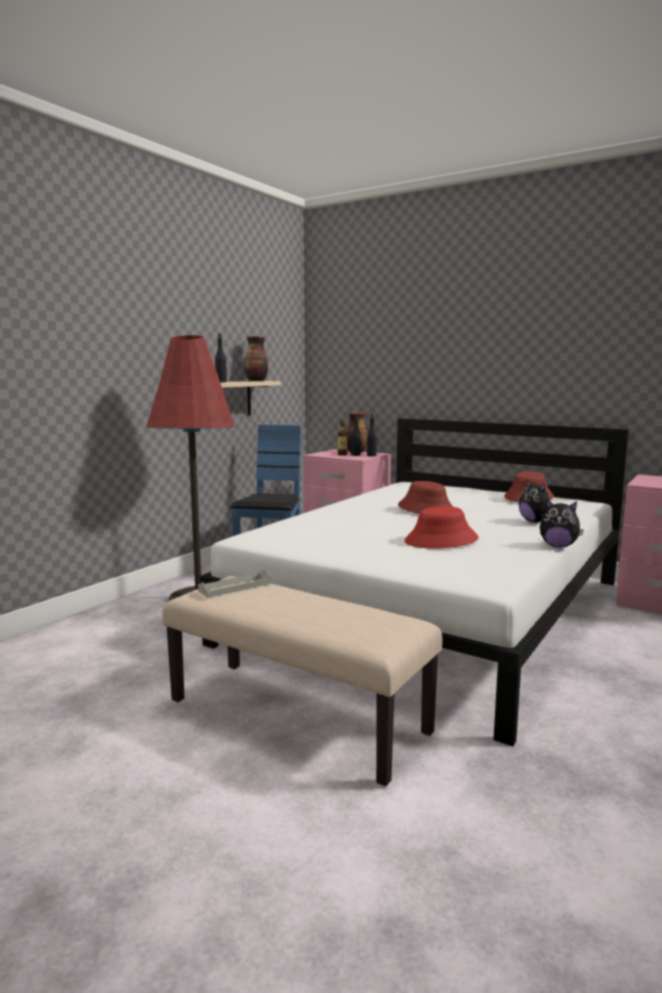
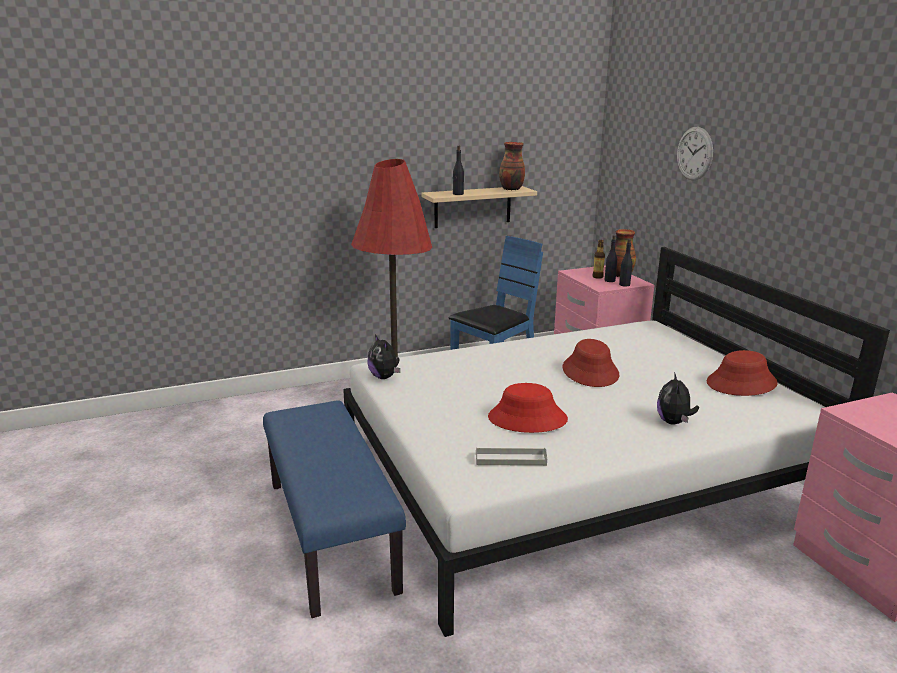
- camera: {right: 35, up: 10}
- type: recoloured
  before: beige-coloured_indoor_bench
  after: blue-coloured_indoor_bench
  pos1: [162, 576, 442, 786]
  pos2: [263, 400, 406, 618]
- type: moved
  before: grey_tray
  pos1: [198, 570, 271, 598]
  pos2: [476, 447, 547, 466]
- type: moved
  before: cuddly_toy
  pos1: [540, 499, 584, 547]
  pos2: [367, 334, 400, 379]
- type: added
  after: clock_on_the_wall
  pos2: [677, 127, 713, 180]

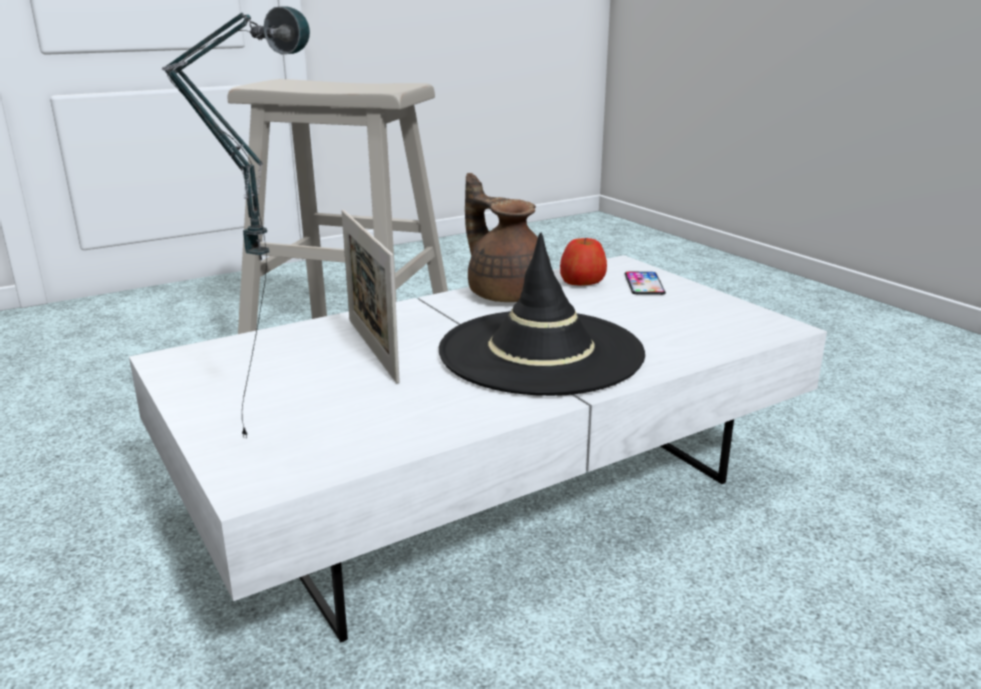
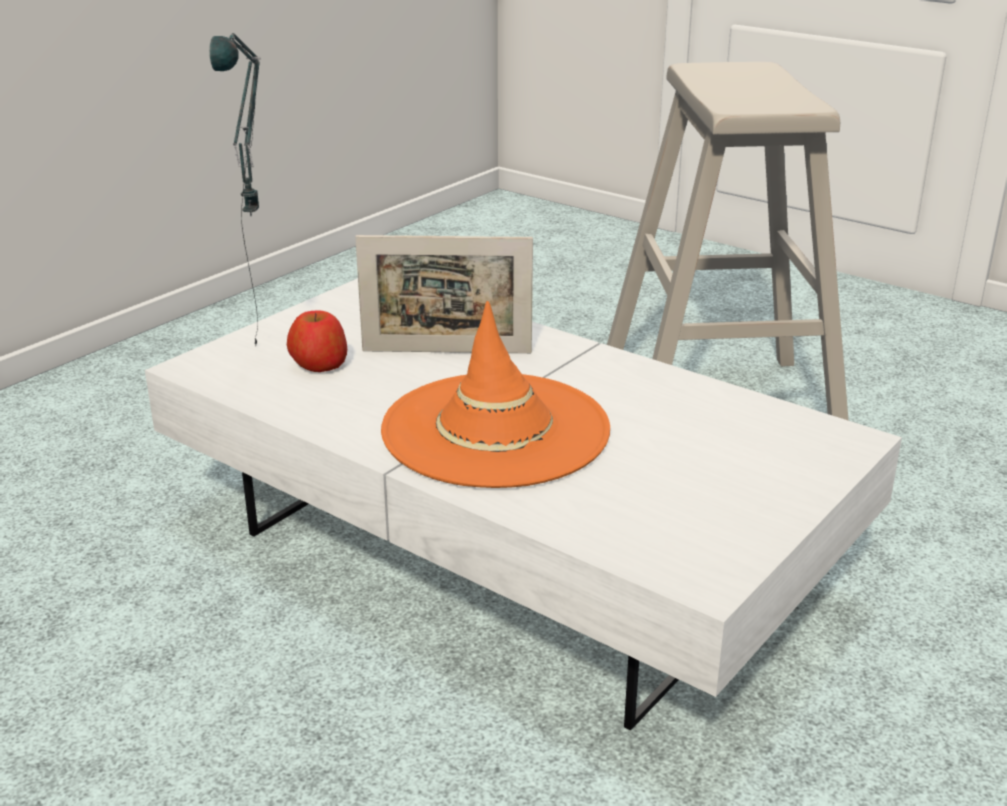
- camera: {right: 70, up: 5}
- type: turned
  before: picture_frame
  pos1: [342, 210, 400, 383]
  pos2: [355, 235, 533, 353]
  turn: -135
- type: recoloured
  before: black_clothing_hat
  after: orange_clothing_hat
  pos1: [439, 232, 645, 396]
  pos2: [381, 301, 610, 488]
- type: removed
  before: brown-coloured_teapot
  pos1: [465, 173, 551, 302]
- type: moved
  before: apple
  pos1: [560, 238, 607, 286]
  pos2: [287, 311, 347, 372]
- type: removed
  before: phone
  pos1: [625, 272, 666, 295]

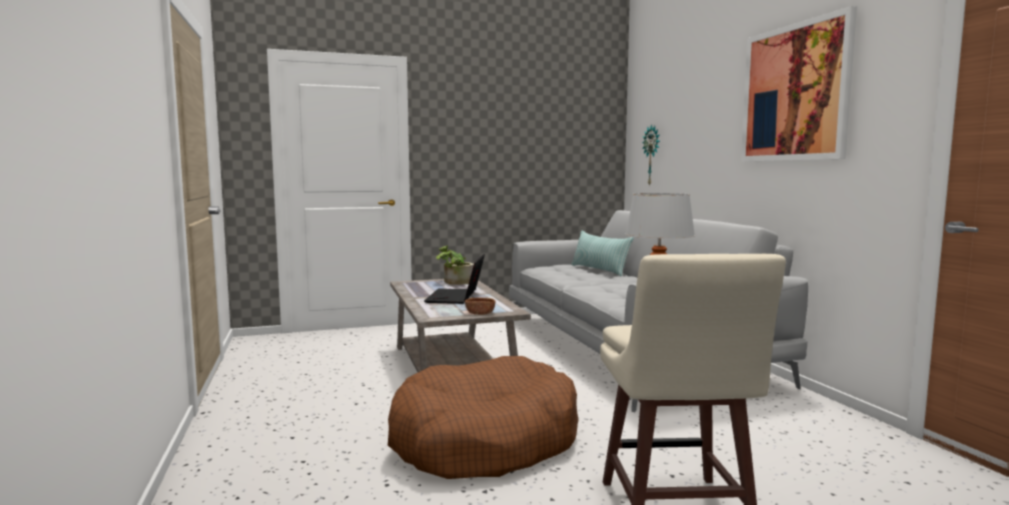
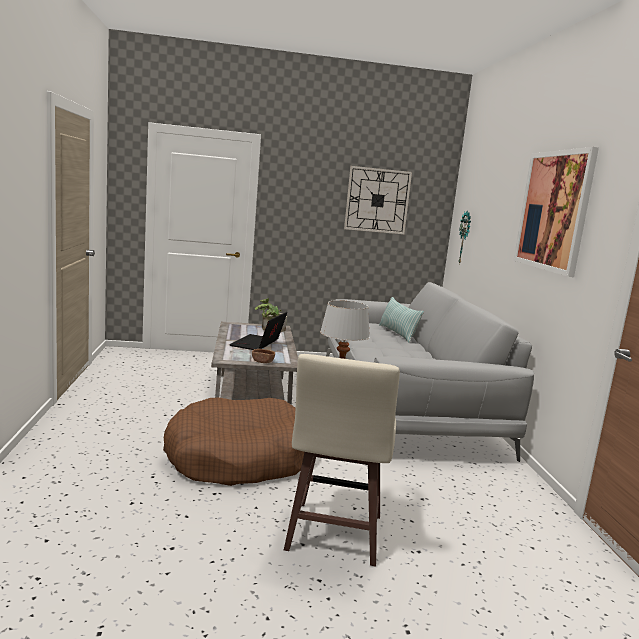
- camera: {right: 10, up: 5}
- type: added
  after: clock_on_the_wall
  pos2: [344, 166, 412, 234]

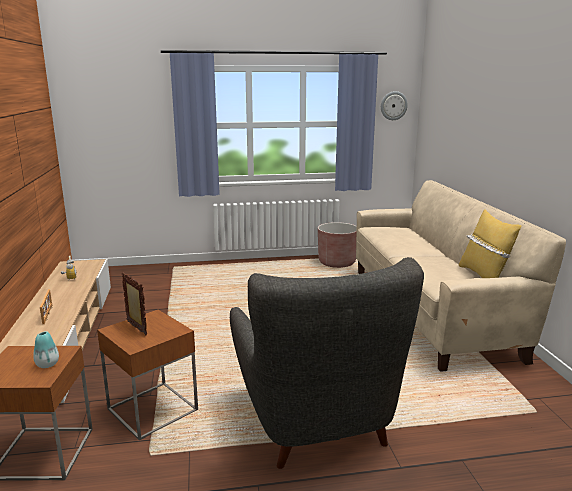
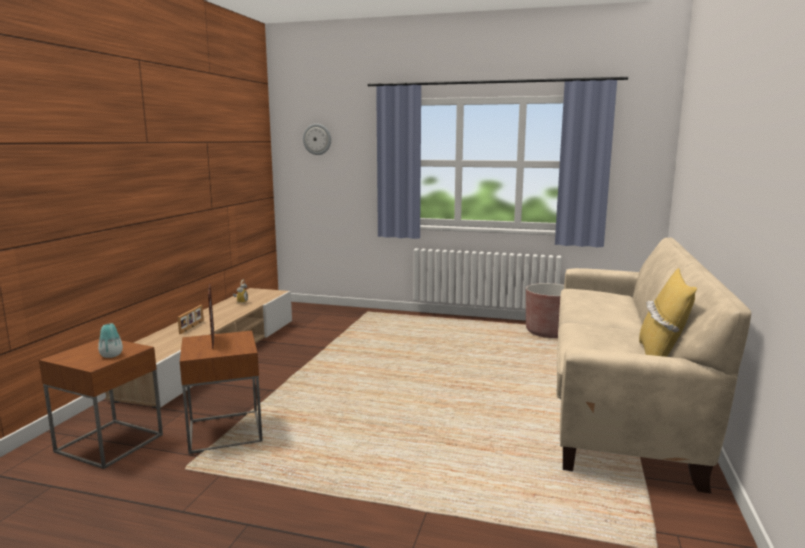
- camera: {right: 25, up: -5}
- type: removed
  before: grey_armchair
  pos1: [230, 257, 424, 469]
- type: moved
  before: clock_on_the_wall
  pos1: [381, 91, 408, 120]
  pos2: [303, 123, 331, 155]

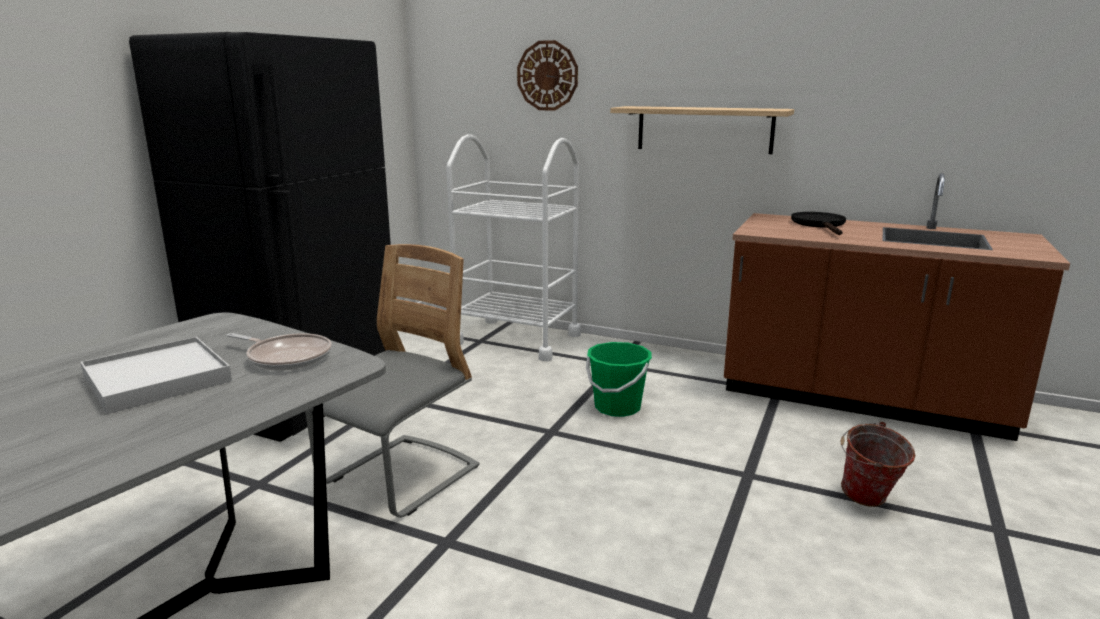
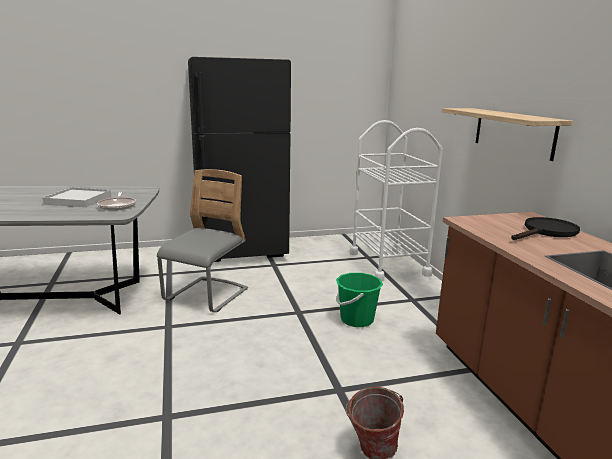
- camera: {right: 50, up: 0}
- type: turned
  before: grey_chair
  pos1: [305, 244, 480, 518]
  pos2: [157, 169, 248, 312]
  turn: -60
- type: removed
  before: clock_on_the_wall
  pos1: [517, 40, 578, 111]

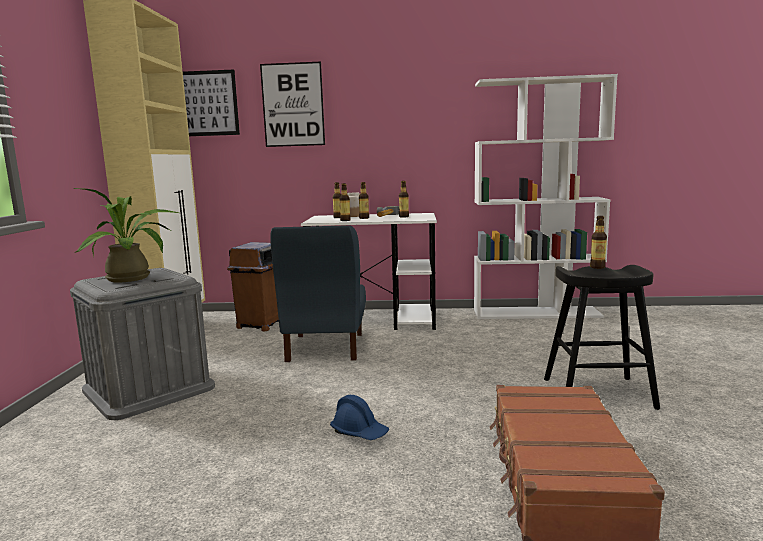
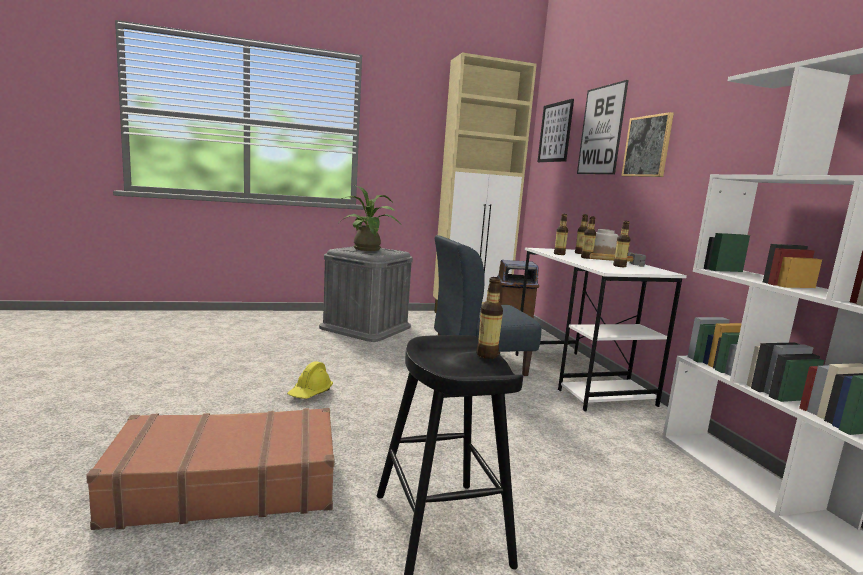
- camera: {right: 70, up: 0}
- type: recoloured
  before: blue-coloured_hard_hat
  after: yellowish_hard_hat
  pos1: [330, 395, 389, 440]
  pos2: [287, 361, 333, 399]
- type: added
  after: wall_art
  pos2: [621, 112, 674, 177]

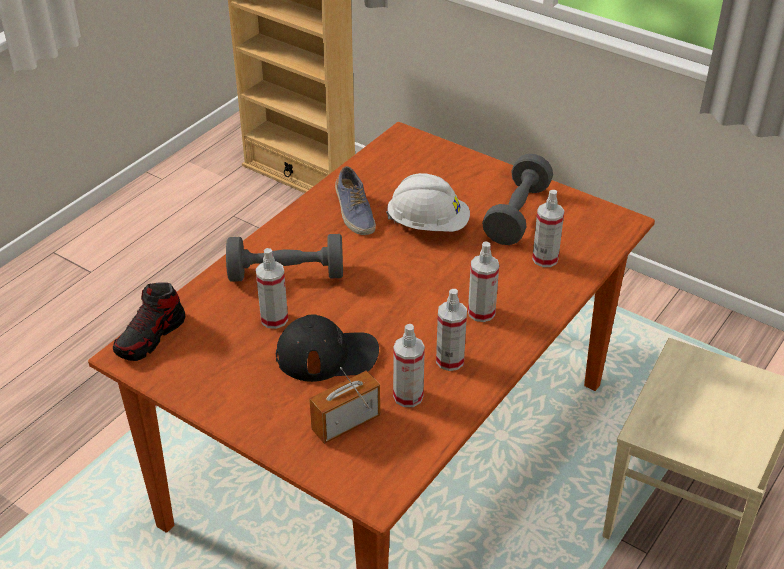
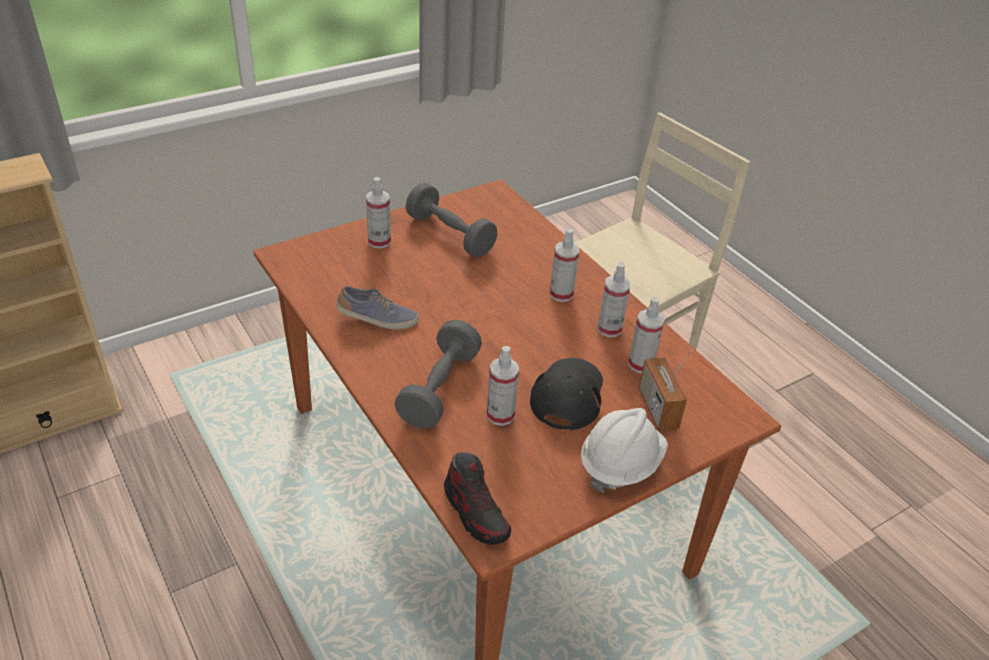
- camera: {right: -70, up: 0}
- type: moved
  before: whitish_hard_hat
  pos1: [386, 173, 470, 232]
  pos2: [581, 408, 668, 493]
- type: moved
  before: hand_sprayer
  pos1: [532, 190, 564, 267]
  pos2: [366, 177, 391, 249]

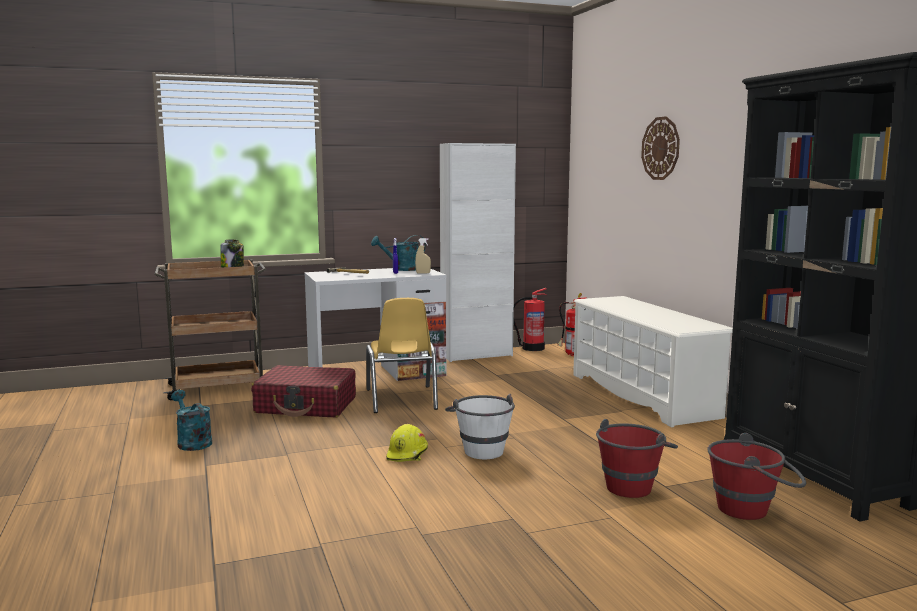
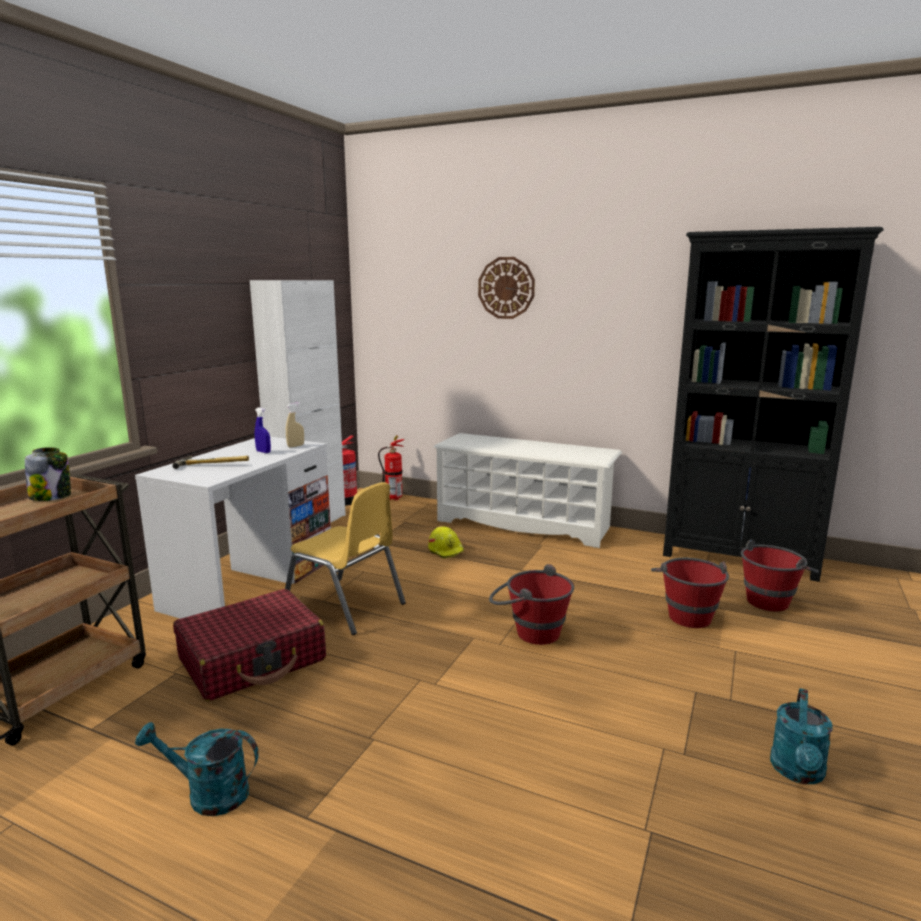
- camera: {right: -45, up: 5}
- type: moved
  before: turquoise_watering_can
  pos1: [371, 235, 426, 271]
  pos2: [770, 688, 833, 784]
- type: moved
  before: yellowish_hard_hat
  pos1: [386, 424, 428, 462]
  pos2: [428, 526, 464, 558]
- type: recoloured
  before: whitish_bucket
  after: red_bucket
  pos1: [445, 394, 515, 459]
  pos2: [489, 564, 574, 645]

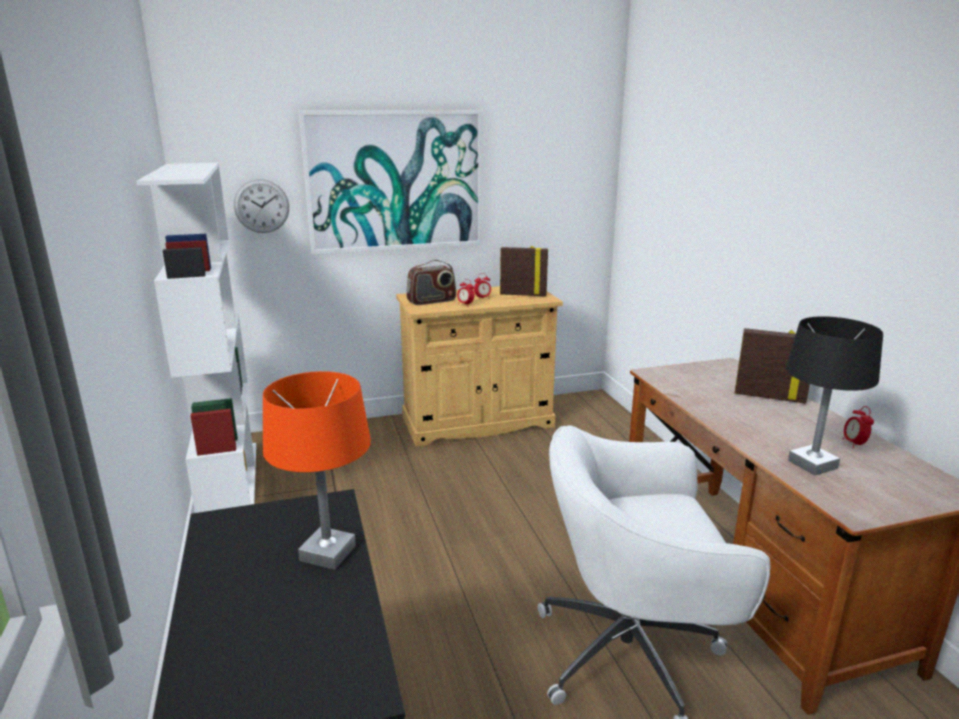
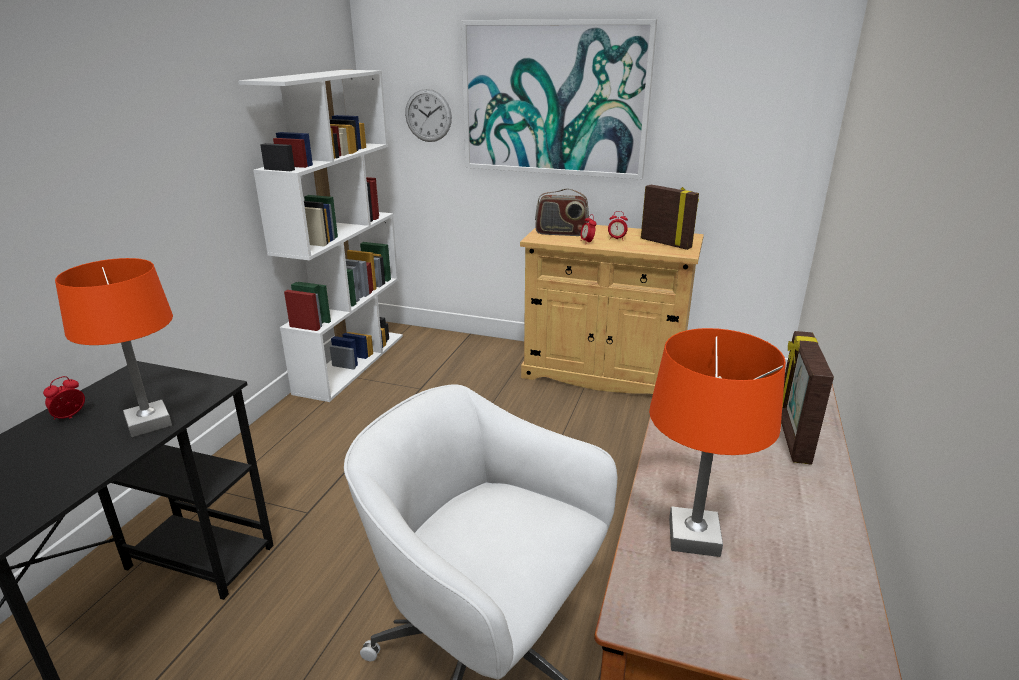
- camera: {right: 35, up: 5}
- type: turned
  before: picture_frame
  pos1: [735, 328, 810, 404]
  pos2: [781, 331, 834, 465]
  turn: -135
- type: recoloured
  before: black_tabletop_lamp
  after: orange_tabletop_lamp
  pos1: [786, 316, 883, 476]
  pos2: [649, 328, 786, 557]
- type: moved
  before: alarm_clock
  pos1: [843, 406, 874, 448]
  pos2: [43, 376, 85, 420]

